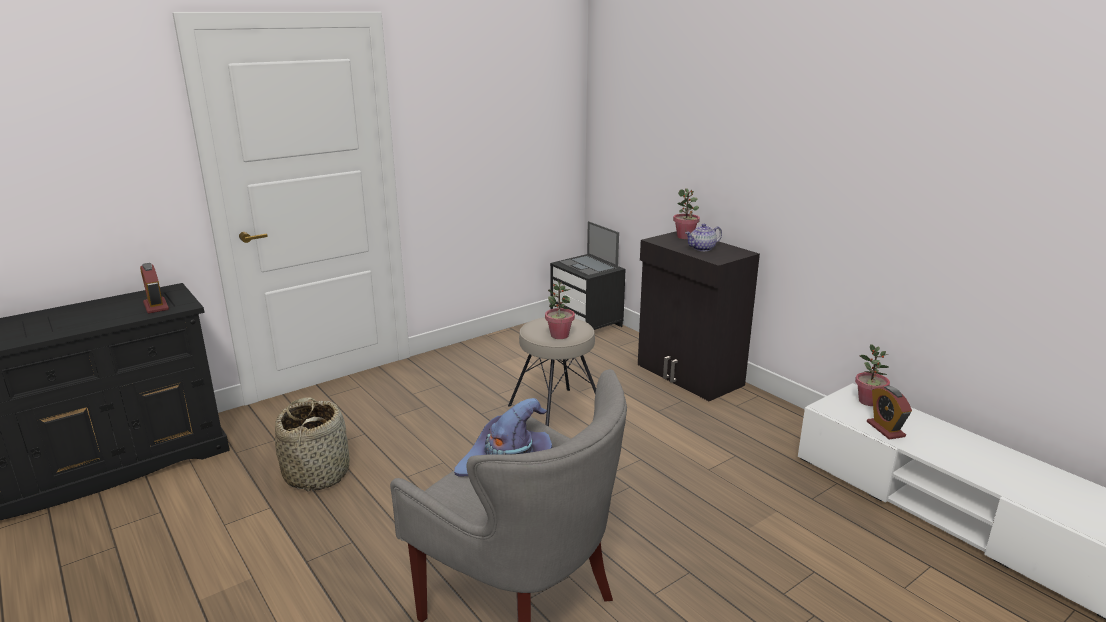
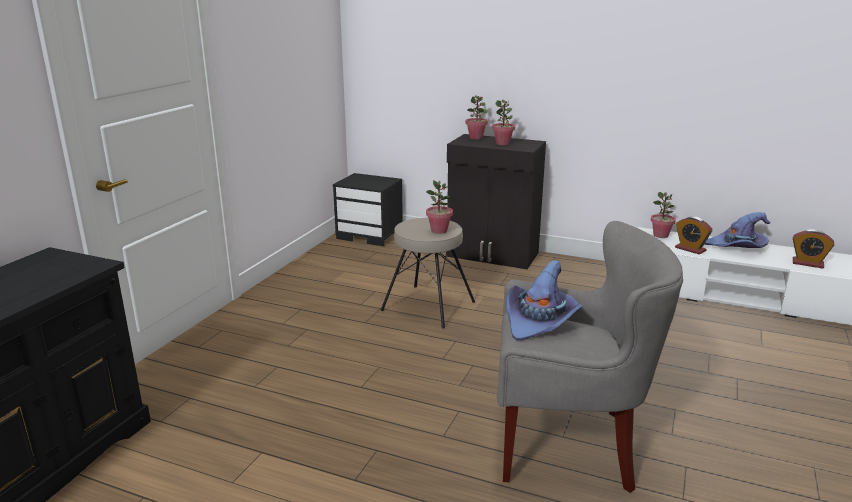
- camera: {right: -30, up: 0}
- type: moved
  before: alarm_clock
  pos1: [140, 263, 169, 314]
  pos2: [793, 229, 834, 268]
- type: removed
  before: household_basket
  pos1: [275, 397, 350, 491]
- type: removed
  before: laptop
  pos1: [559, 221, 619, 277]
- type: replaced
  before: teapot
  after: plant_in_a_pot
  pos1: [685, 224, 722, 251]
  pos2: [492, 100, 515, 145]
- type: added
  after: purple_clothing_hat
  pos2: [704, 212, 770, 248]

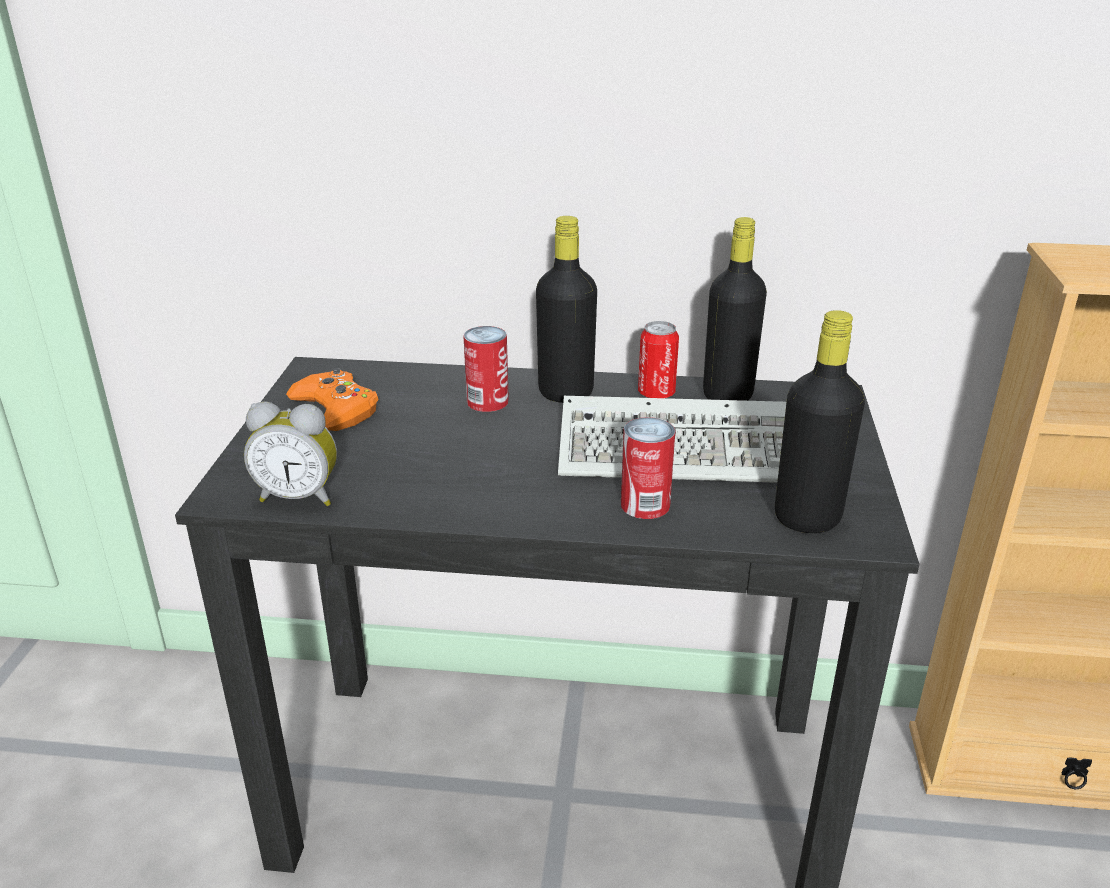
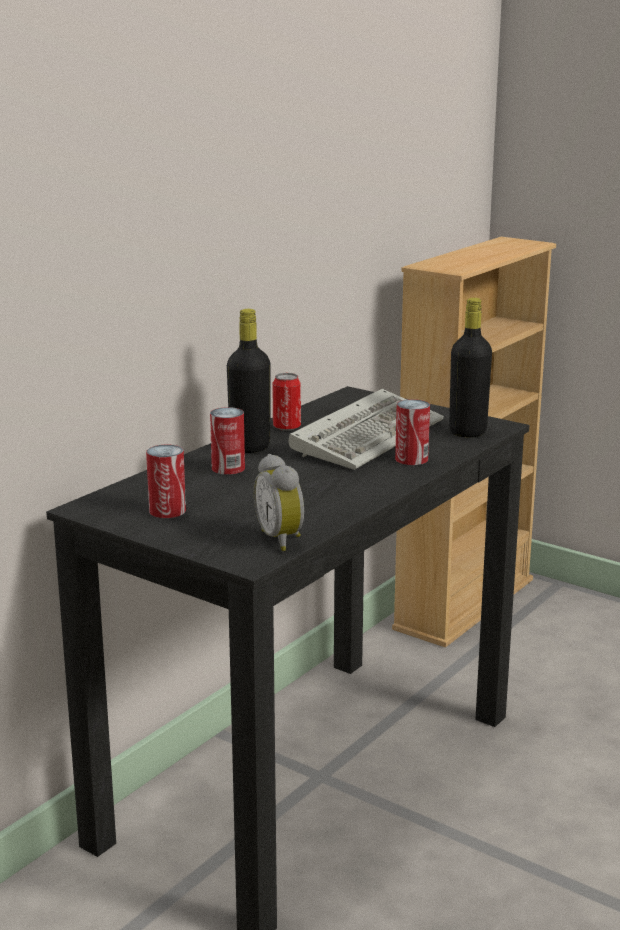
- camera: {right: -60, up: -10}
- type: turned
  before: alarm_clock
  pos1: [244, 402, 337, 506]
  pos2: [254, 454, 304, 551]
  turn: 120
- type: replaced
  before: orange_game_controller
  after: can
  pos1: [286, 368, 379, 431]
  pos2: [146, 445, 186, 518]
- type: removed
  before: black_bottle
  pos1: [703, 217, 767, 401]

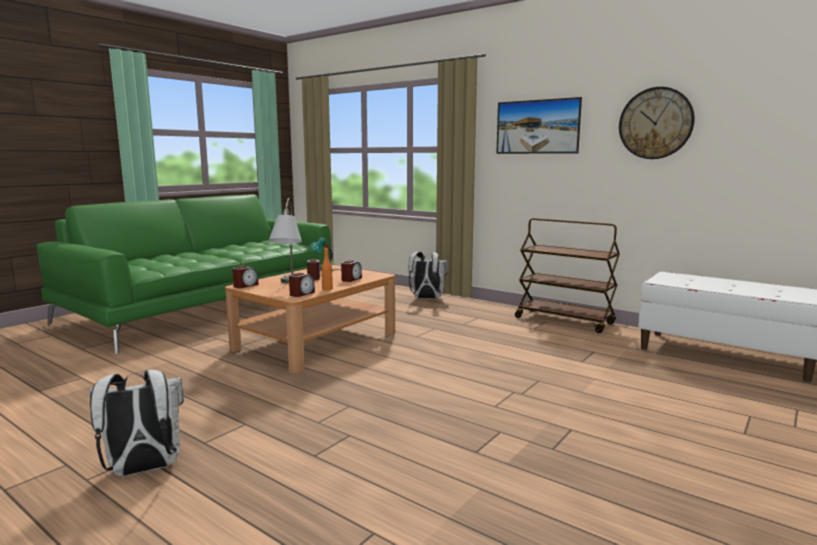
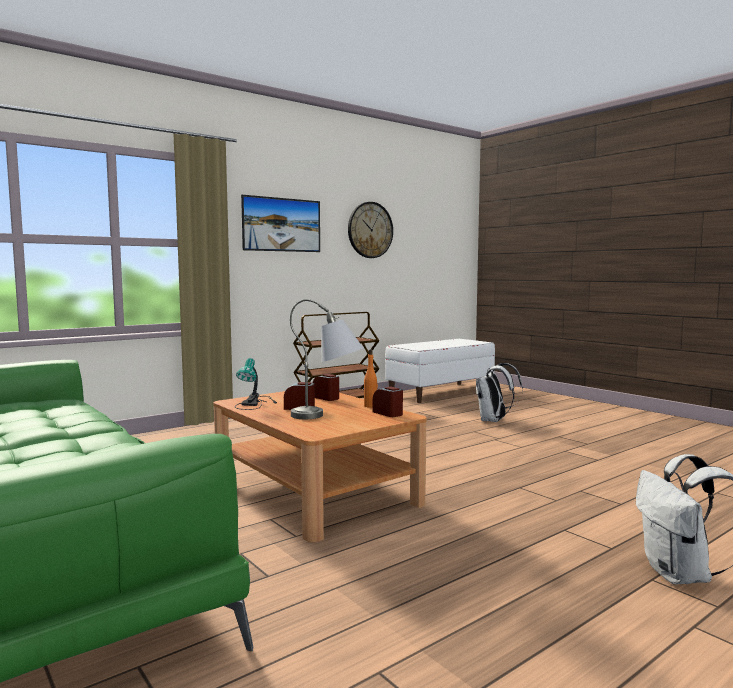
- camera: {right: -75, up: -5}
- type: removed
  before: alarm_clock
  pos1: [232, 266, 258, 288]
- type: moved
  before: whitish_backpack
  pos1: [408, 252, 448, 299]
  pos2: [476, 363, 523, 422]

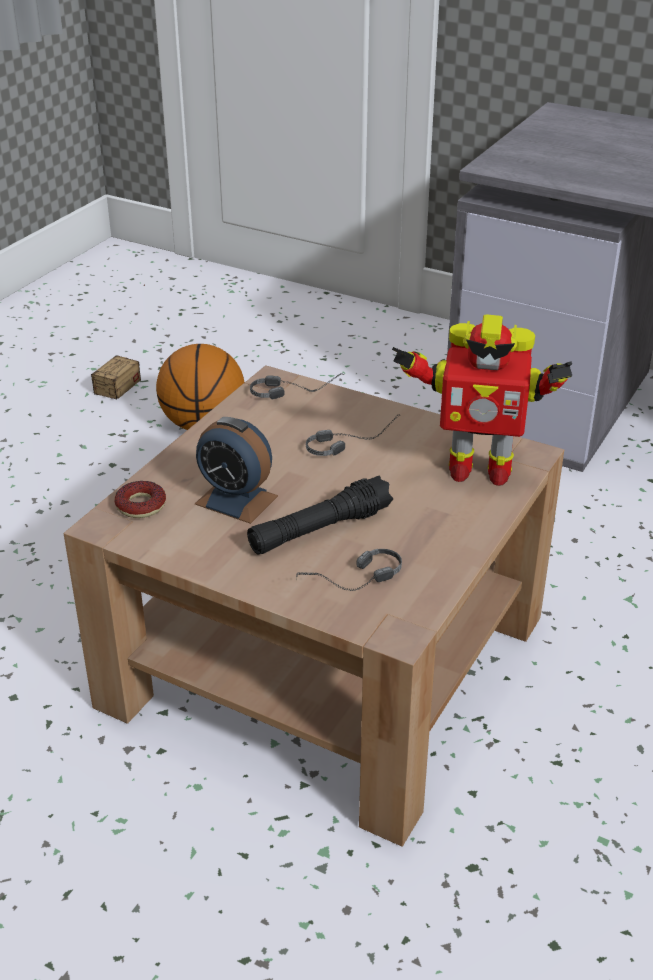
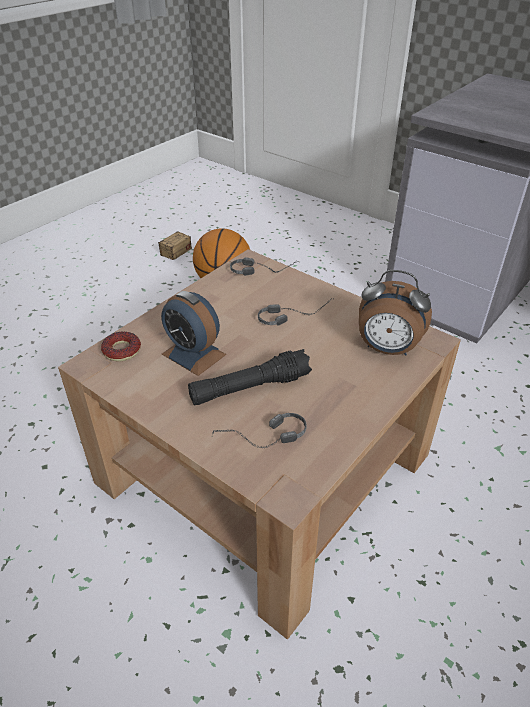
- camera: {right: 10, up: 5}
- type: replaced
  before: model_robot
  after: alarm_clock
  pos1: [392, 314, 572, 486]
  pos2: [359, 270, 432, 355]

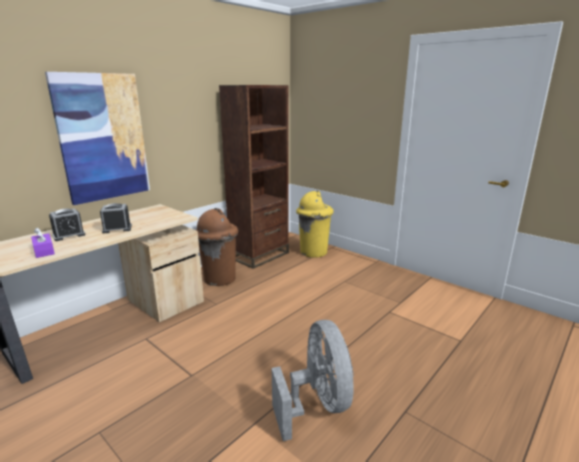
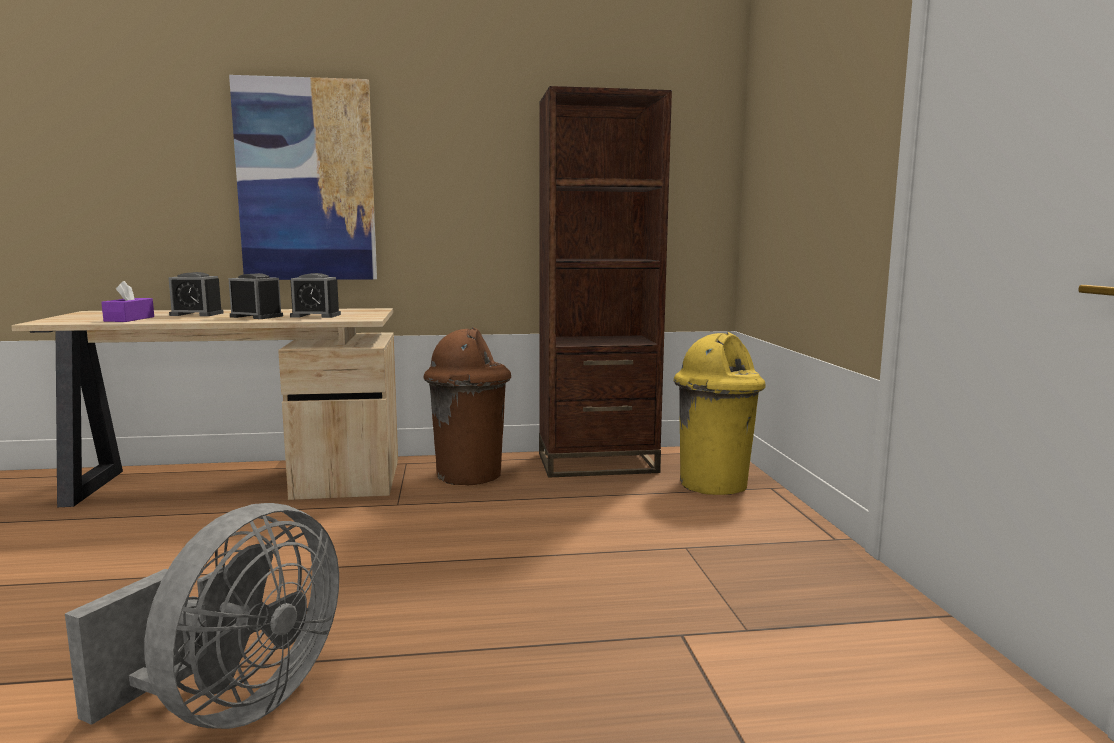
- camera: {right: 40, up: -10}
- type: added
  after: alarm_clock
  pos2: [290, 273, 341, 318]

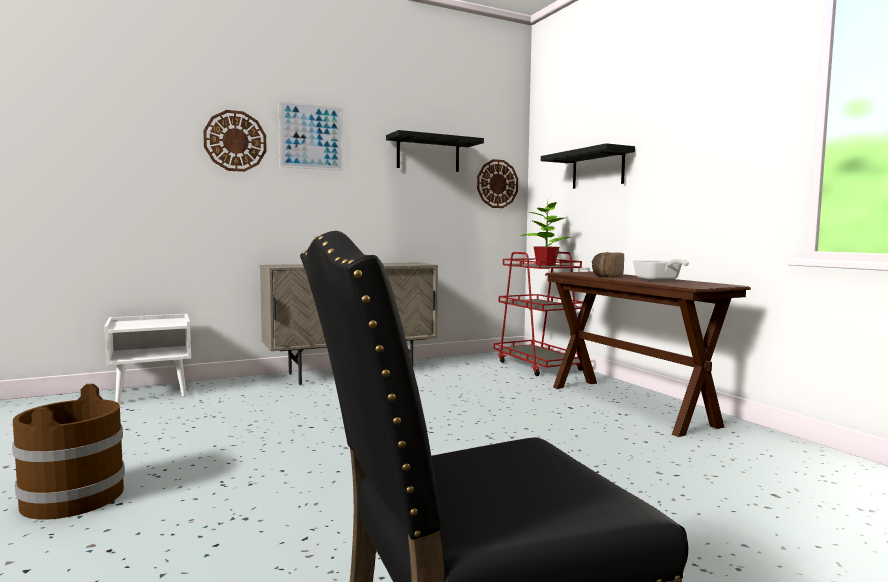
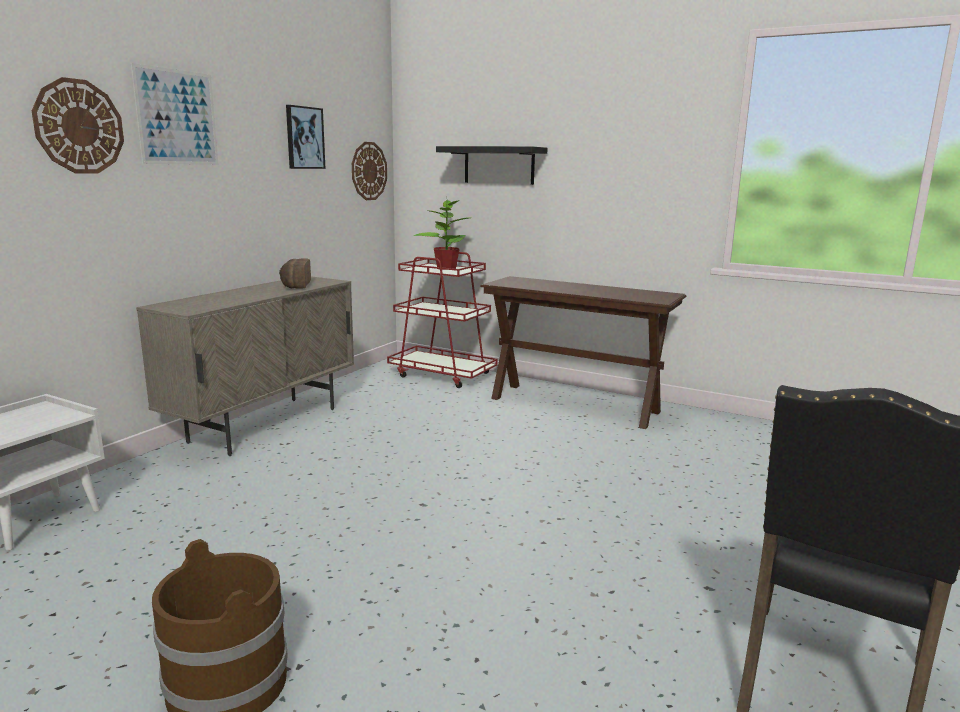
- camera: {right: -35, up: 10}
- type: replaced
  before: black_wall_shelf
  after: wall_art
  pos1: [386, 130, 484, 172]
  pos2: [286, 105, 325, 169]
- type: moved
  before: bakery_bread
  pos1: [592, 252, 624, 277]
  pos2: [279, 258, 311, 289]
- type: removed
  before: frying_pan
  pos1: [633, 259, 689, 281]

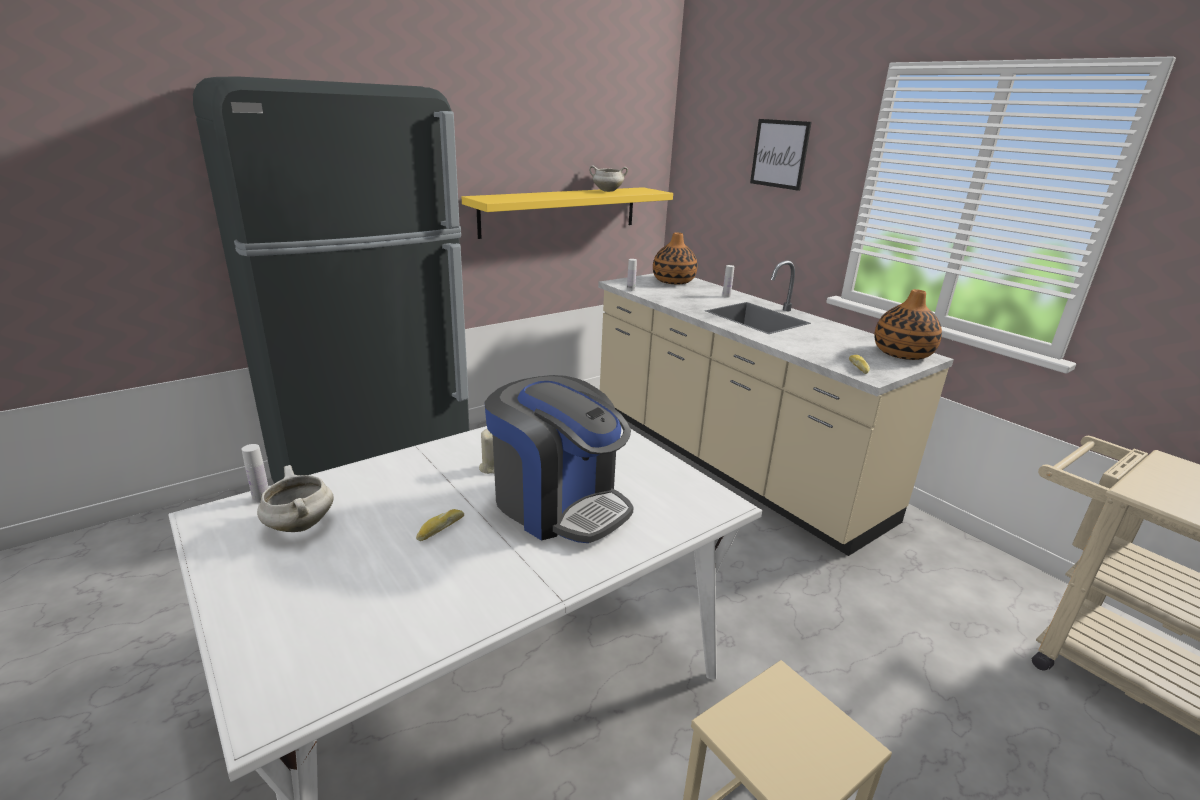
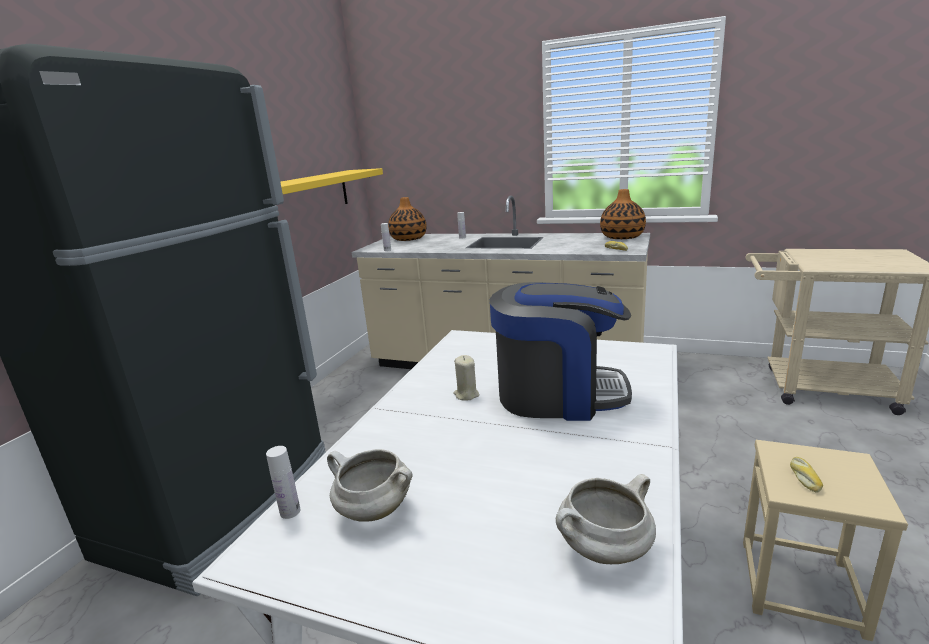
- camera: {right: -30, up: -5}
- type: moved
  before: bakery_bread
  pos1: [416, 509, 464, 541]
  pos2: [790, 457, 823, 493]
- type: moved
  before: whitish_cooking_pot
  pos1: [589, 166, 628, 192]
  pos2: [556, 474, 656, 564]
- type: removed
  before: wall_art
  pos1: [750, 119, 812, 191]

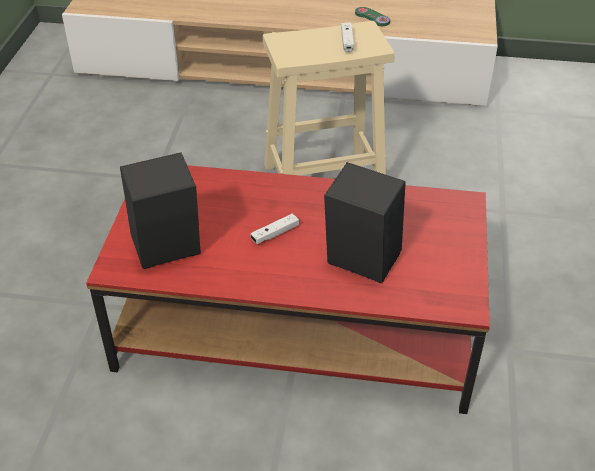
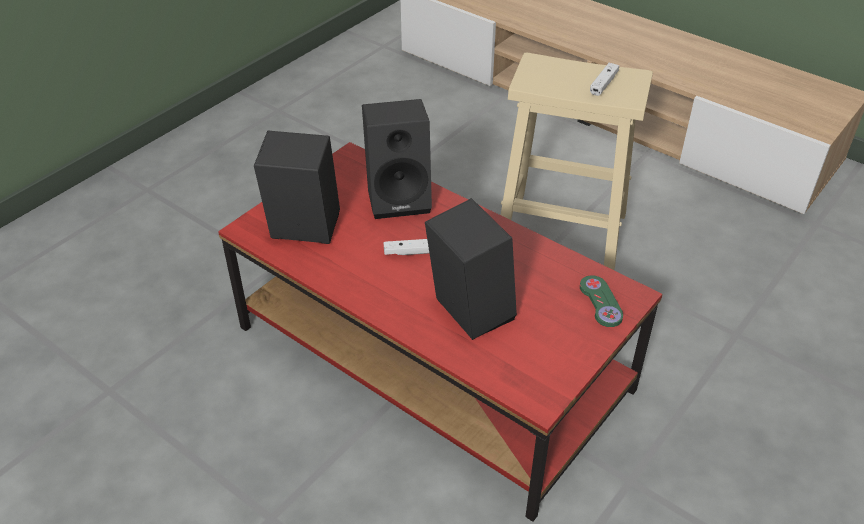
- camera: {right: 30, up: 0}
- type: moved
  before: greenish_game_controller
  pos1: [355, 7, 390, 26]
  pos2: [580, 275, 623, 327]
- type: added
  after: black_audio_speaker
  pos2: [362, 99, 432, 219]

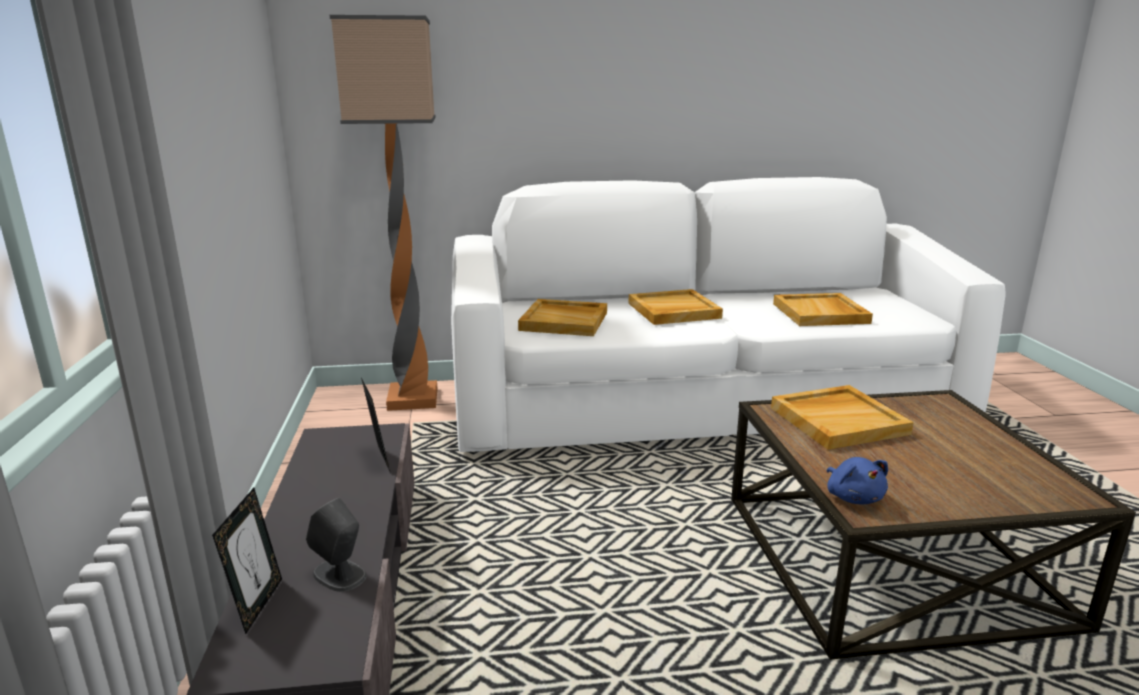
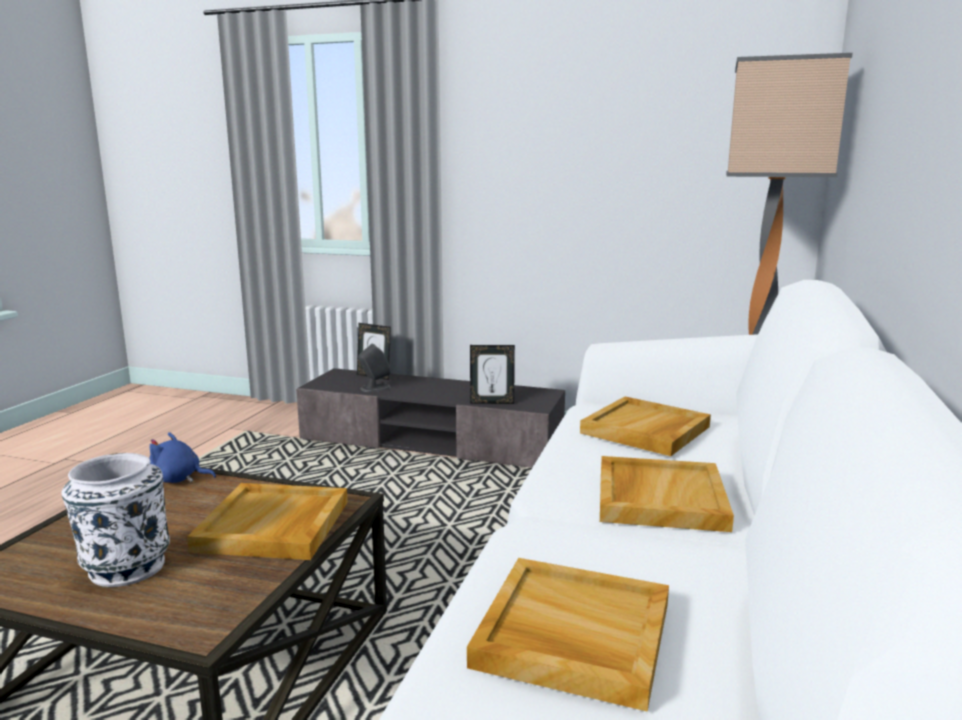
- camera: {right: 115, up: -5}
- type: added
  after: whitish_flower_vase
  pos2: [61, 453, 170, 587]

